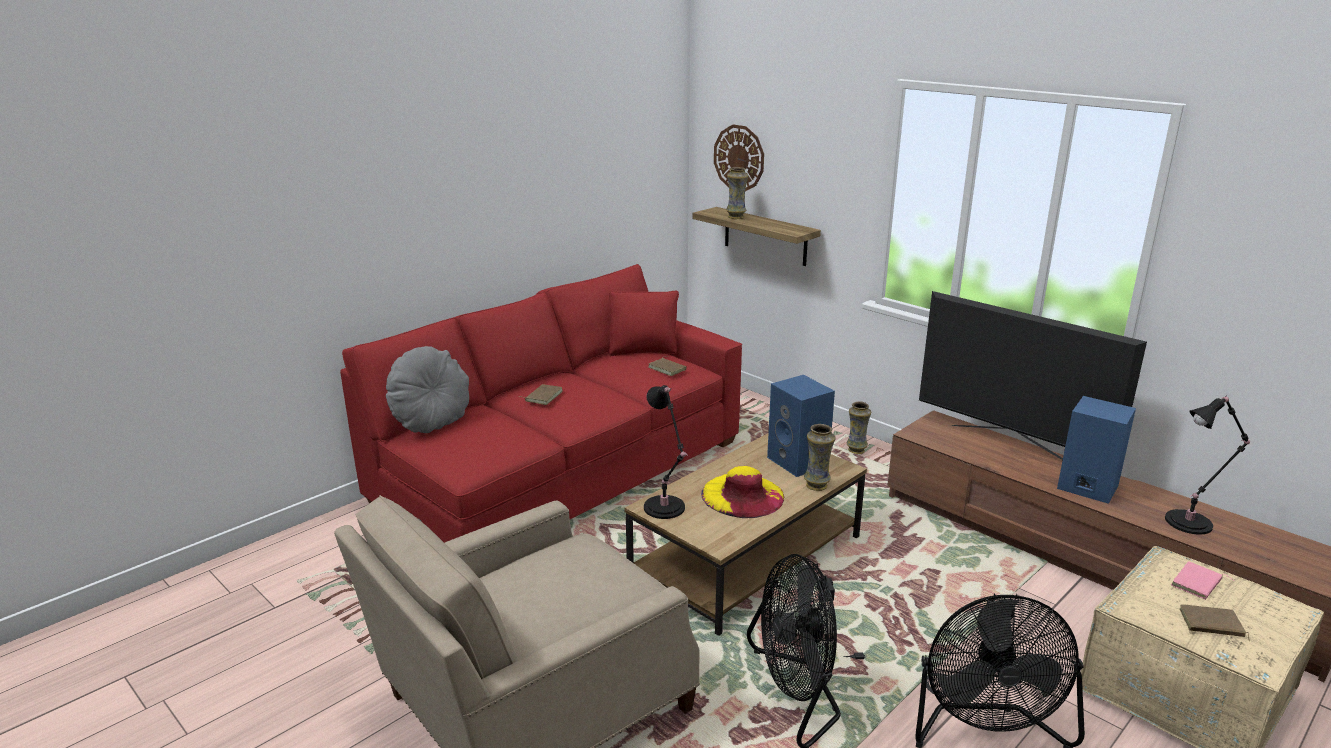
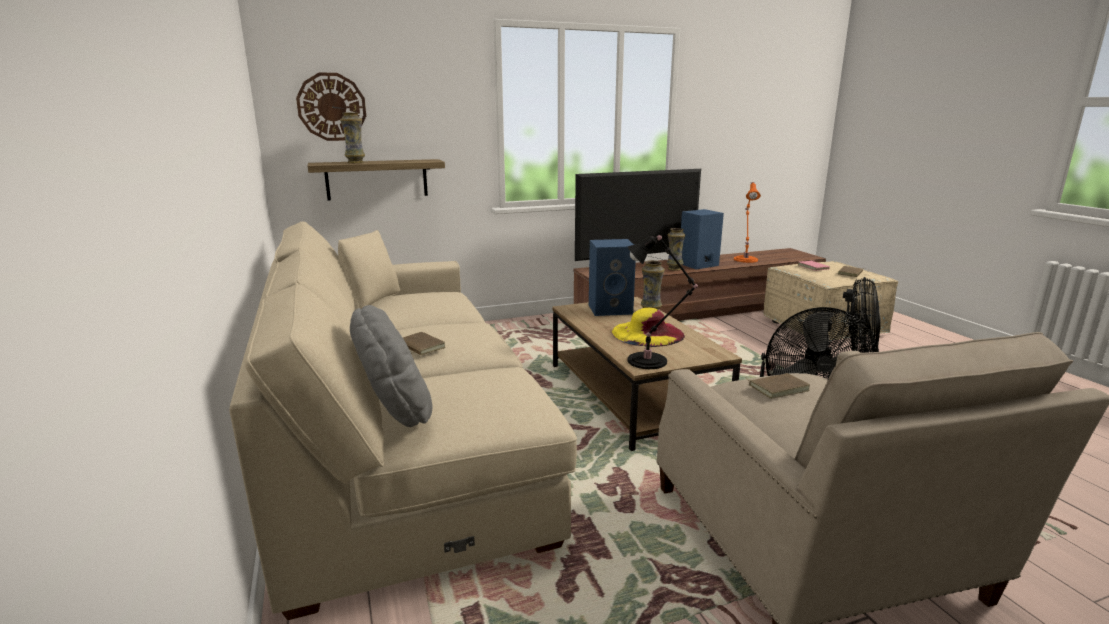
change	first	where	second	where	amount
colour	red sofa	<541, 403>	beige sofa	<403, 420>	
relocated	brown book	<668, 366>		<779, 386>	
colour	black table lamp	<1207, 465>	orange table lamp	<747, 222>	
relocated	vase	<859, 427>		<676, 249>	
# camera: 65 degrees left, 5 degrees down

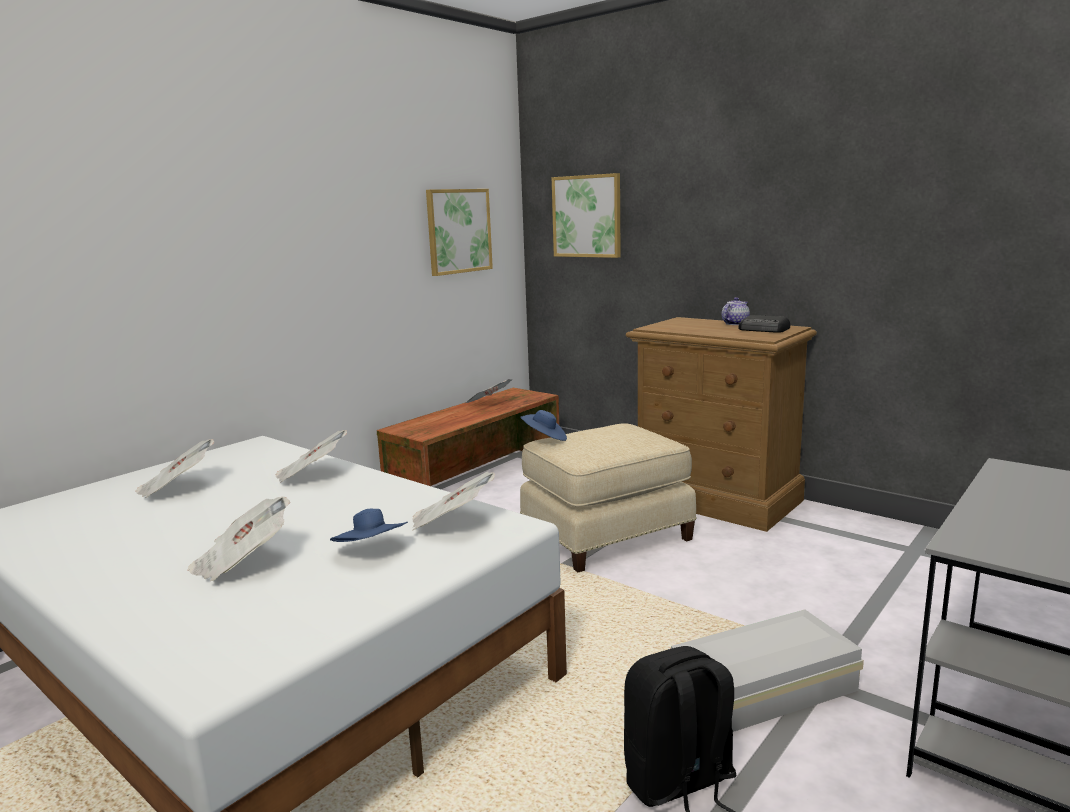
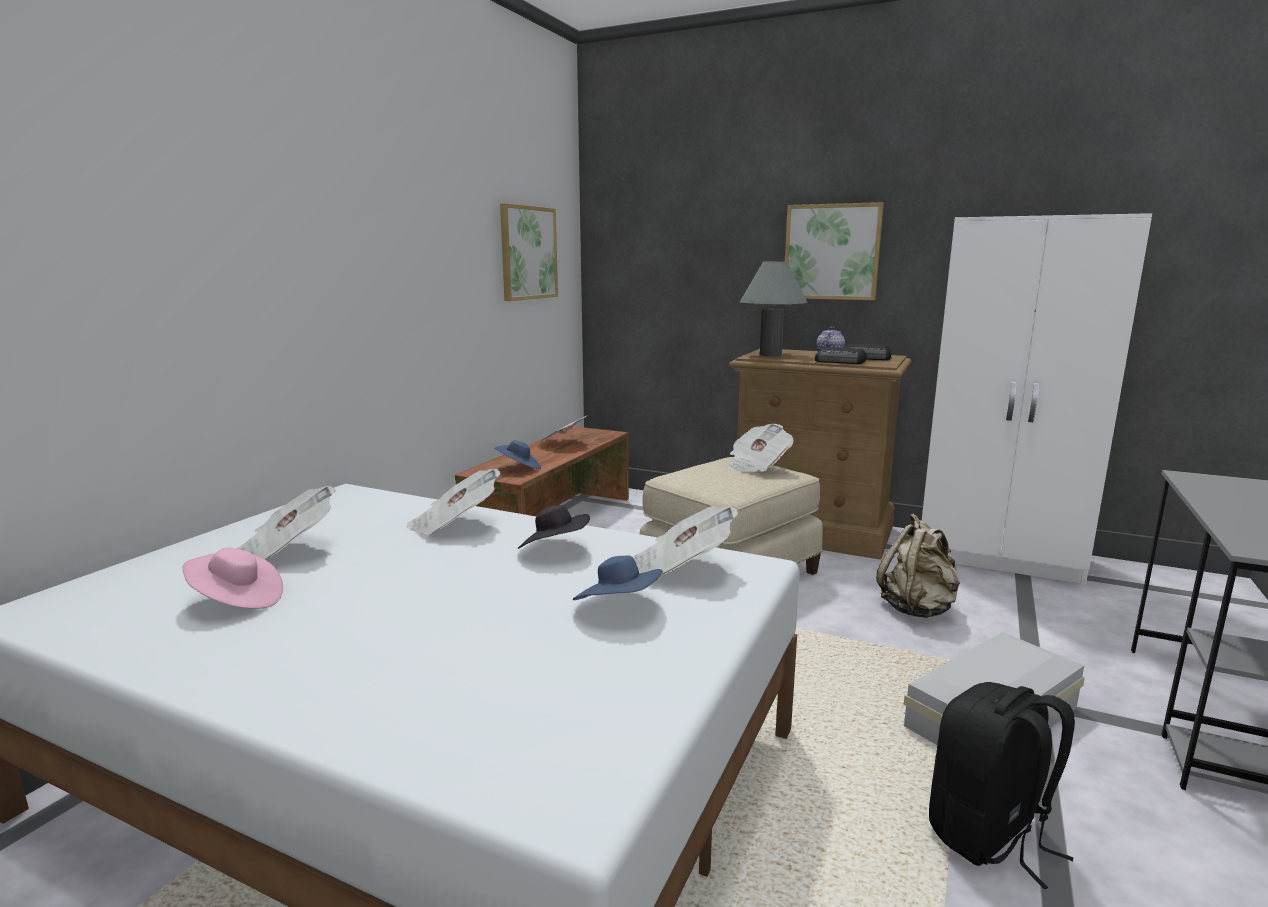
change	first	where	second	where	amount
relocated	picture	<586, 215>		<834, 251>	
relocated	blue hat	<543, 425>		<517, 454>	
relocated	newspaper	<239, 539>		<760, 448>	
appeared			white wardrobe	<1037, 399>	
appeared			grey table lamp	<773, 308>	
appeared			radio	<840, 355>	
appeared			black hat	<554, 527>	
appeared			beige backpack	<918, 566>	
appeared			pink hat	<233, 578>	
# camera: 15 degrees left, 0 degrees up

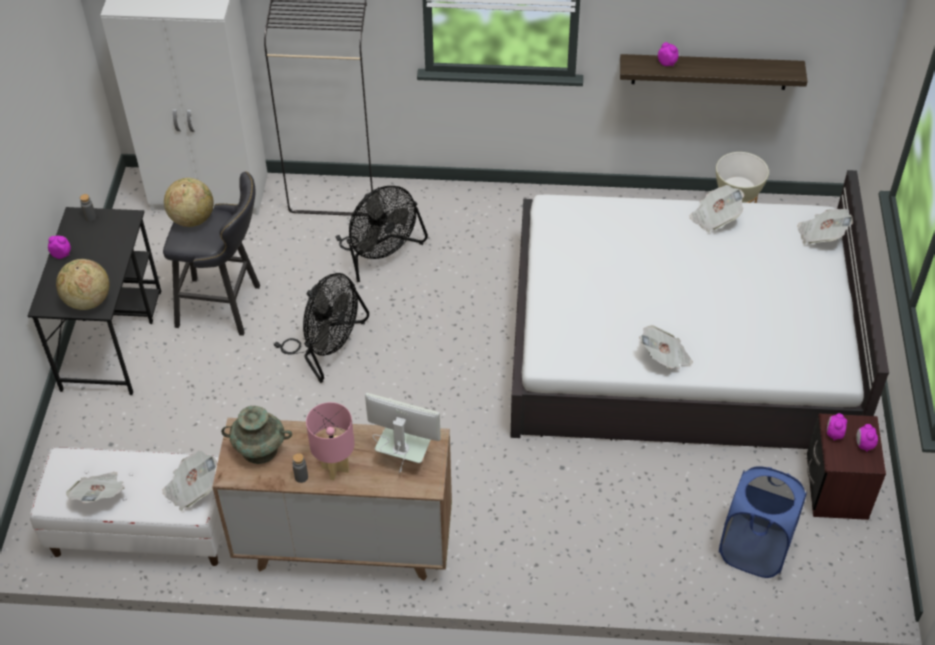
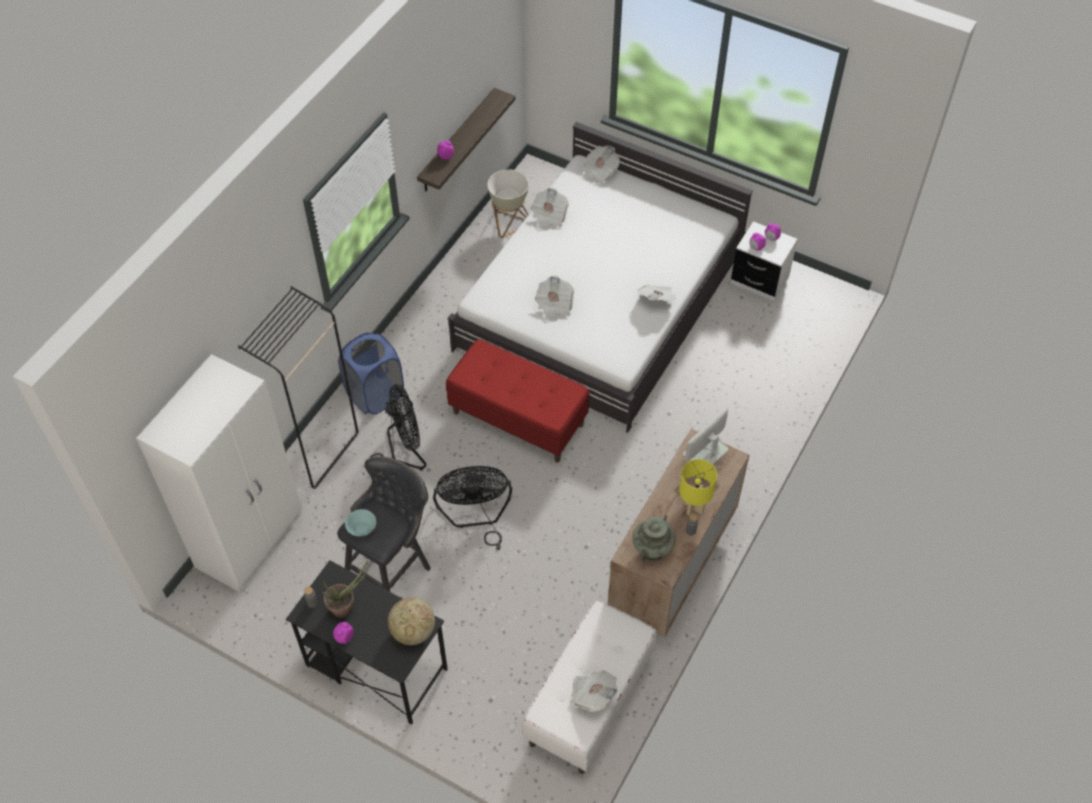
change	first	where	second	where	amount
exchanged	globe	<188, 202>	turquoise bowl	<360, 522>	
spun	black fan	<321, 328>		<472, 508>	60 degrees counterclockwise
colour	pink table lamp	<330, 441>	yellow table lamp	<698, 487>	
colour	brown nightstand	<846, 467>	white nightstand	<764, 261>	
relocated	newspaper	<190, 481>		<554, 299>	
relocated	blue laundry basket	<763, 522>		<371, 374>	
appeared			red bench	<518, 401>	
appeared			potted plant	<345, 589>	
# camera: 65 degrees left, 5 degrees up

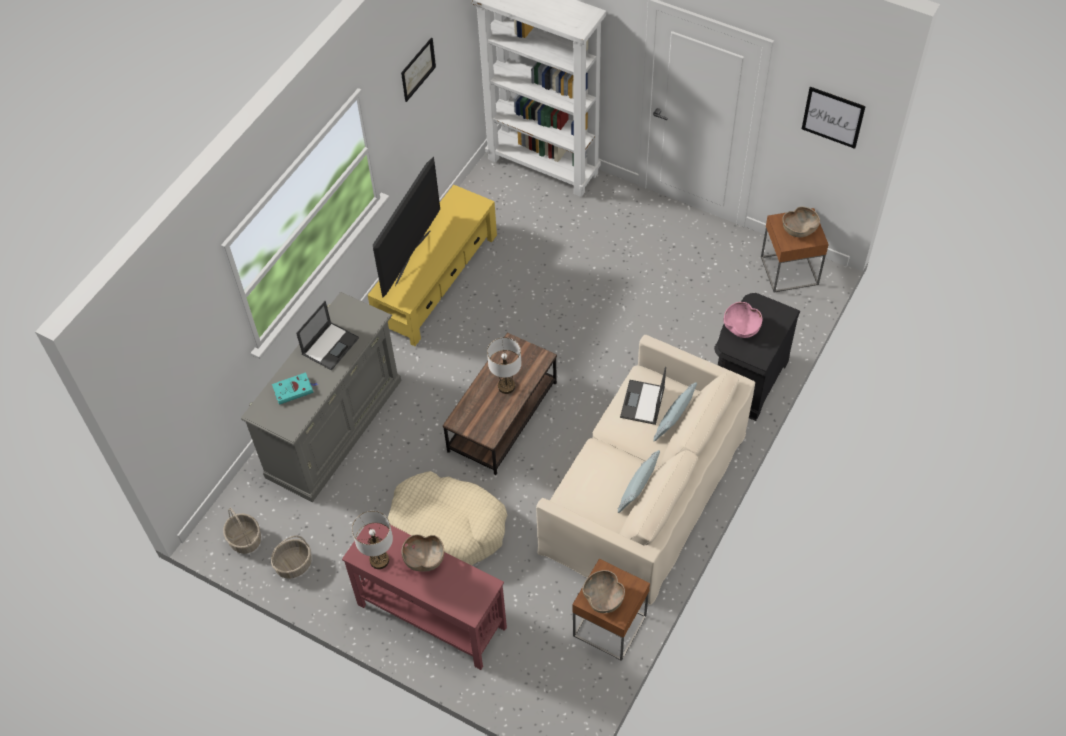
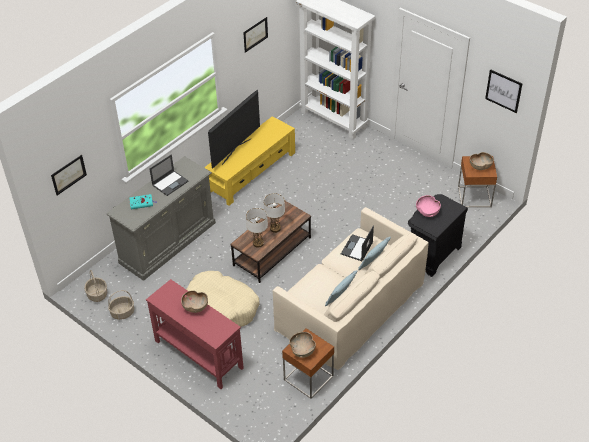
change	first	where	second	where	amount
relocated	table lamp	<372, 540>		<257, 227>	
appeared			picture	<69, 175>	
# camera: 10 degrees right, 10 degrees down

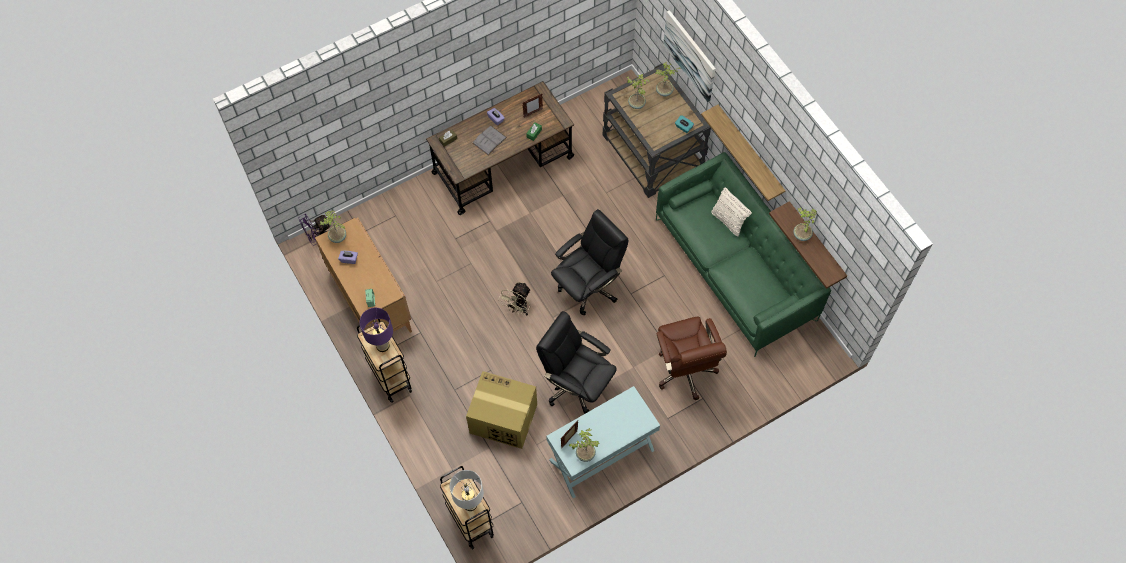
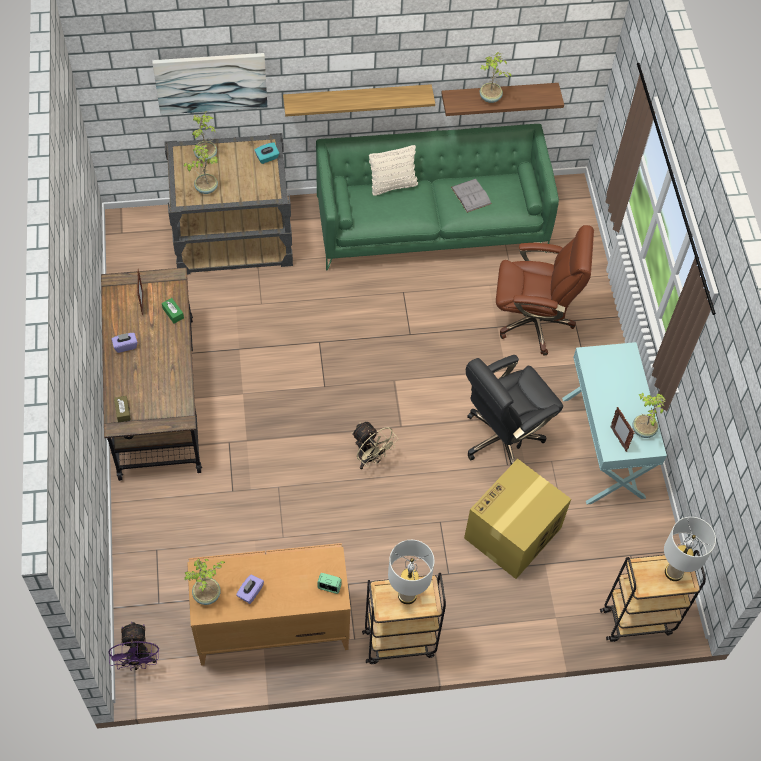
change	first	where	second	where	amount
relocated	grey book	<489, 140>		<471, 196>	
missing	black office chair	<590, 262>			
colour	purple table lamp	<376, 330>	white table lamp	<411, 572>	
# camera: 70 degrees left, 5 degrees down

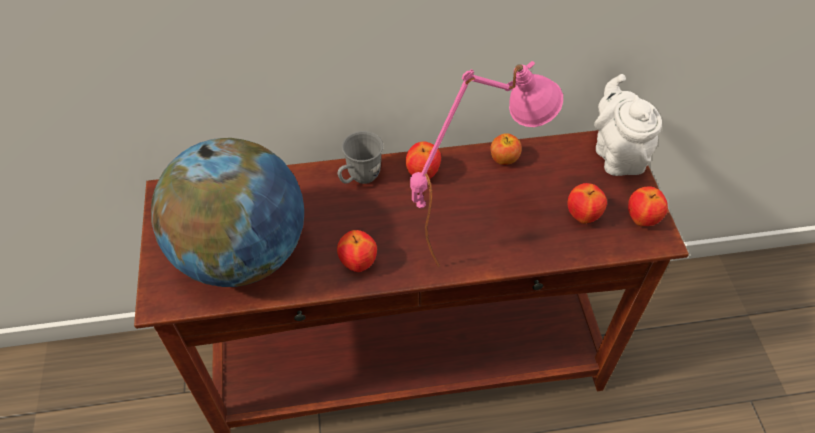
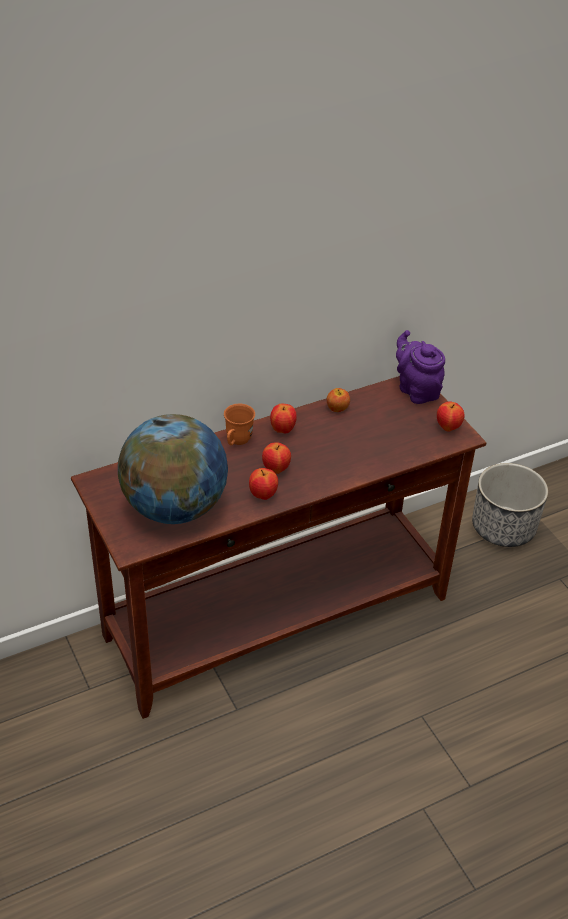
change	first	where	second	where	amount
missing	pink table lamp	<486, 164>			
colour	white teapot	<628, 125>	purple teapot	<420, 367>	
colour	grey mug	<360, 157>	orange mug	<239, 424>	
relocated	apple	<587, 203>		<276, 458>	
appeared			planter	<510, 505>	
# camera: 20 degrees left, 10 degrees down

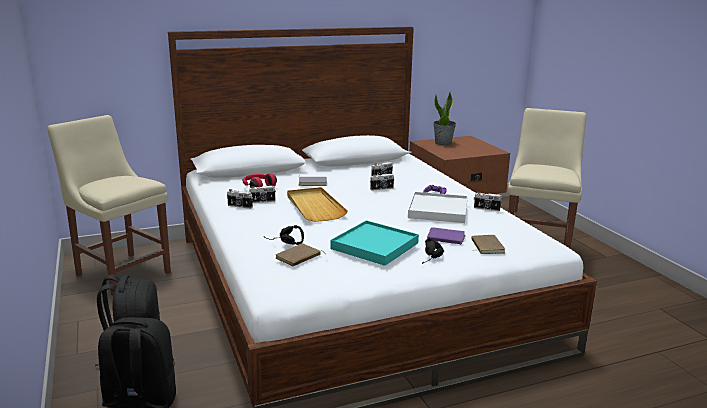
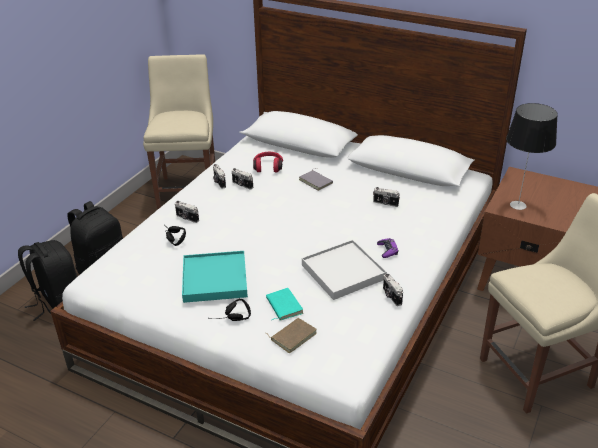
change	first	where	second	where	amount
missing	potted plant	<444, 118>			
relocated	photo camera	<382, 182>		<187, 212>	
missing	beige tray	<317, 204>			
colour	purple book	<446, 236>	turquoise book	<284, 304>	
missing	brown book	<301, 255>			
appeared			table lamp	<532, 156>	
# camera: 50 degrees right, 15 degrees up

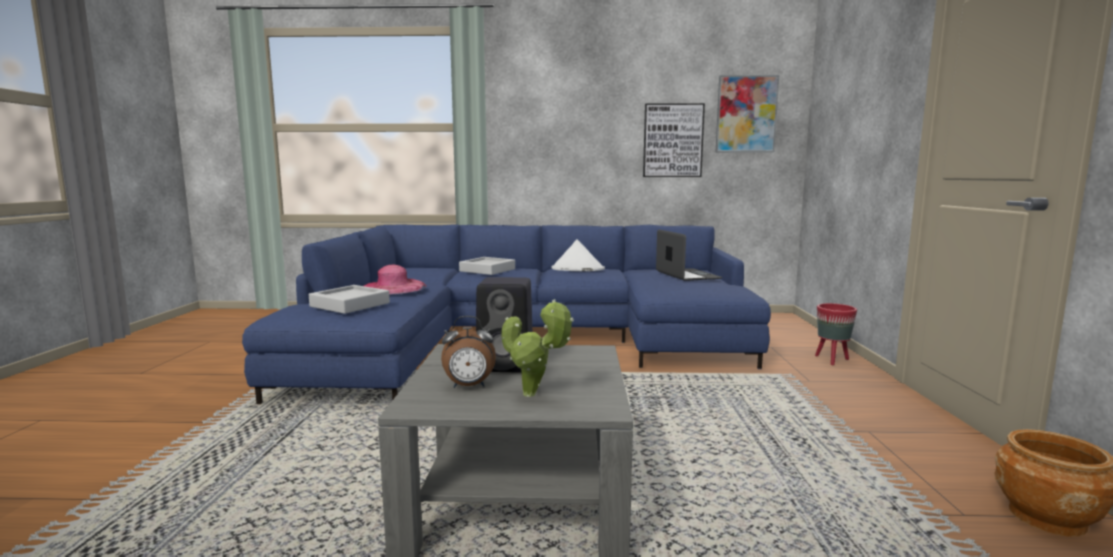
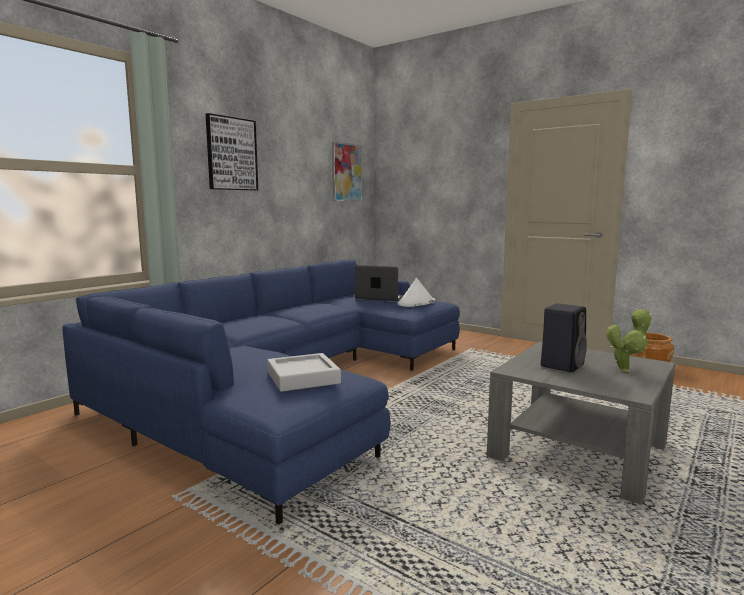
change	first	where	second	where	amount
relocated	picture	<674, 140>		<232, 152>	
relocated	white hat	<578, 255>		<416, 292>	
missing	grey tray	<487, 266>			
missing	pink hat	<395, 279>			
missing	red planter	<836, 334>			
missing	alarm clock	<468, 352>			
# camera: 55 degrees left, 0 degrees up

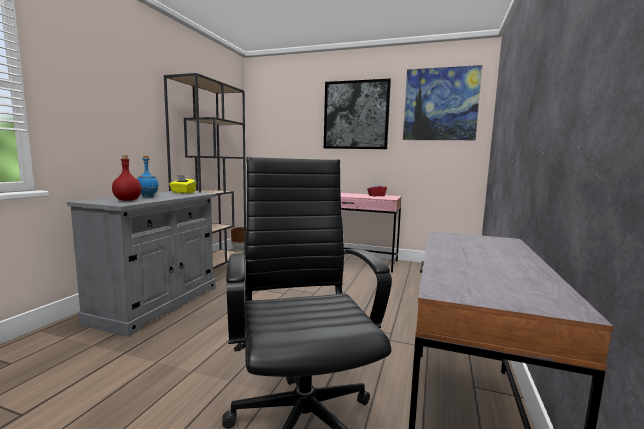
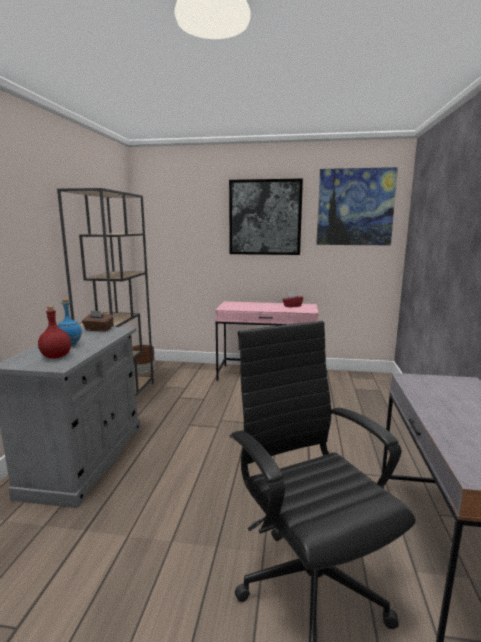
change	first	where	second	where	amount
colour	yellow tissue box	<182, 184>	brown tissue box	<97, 321>	
# camera: 10 degrees left, 5 degrees up

